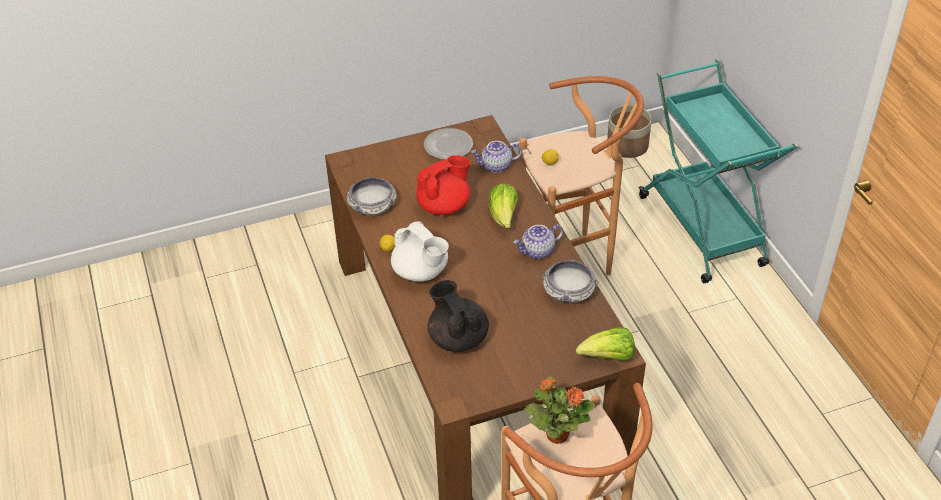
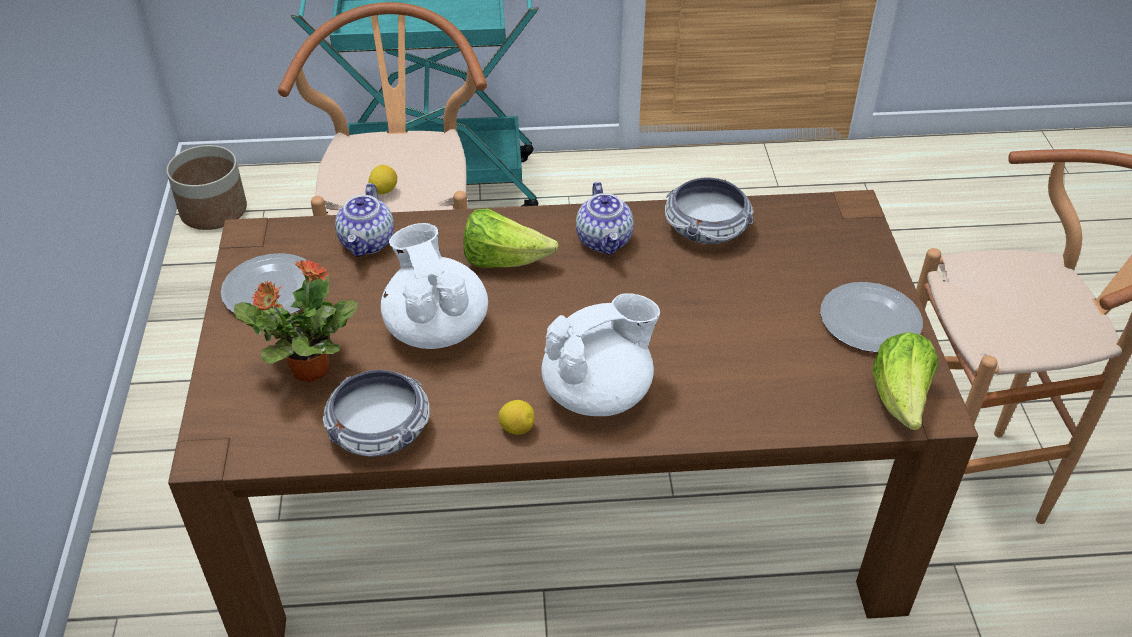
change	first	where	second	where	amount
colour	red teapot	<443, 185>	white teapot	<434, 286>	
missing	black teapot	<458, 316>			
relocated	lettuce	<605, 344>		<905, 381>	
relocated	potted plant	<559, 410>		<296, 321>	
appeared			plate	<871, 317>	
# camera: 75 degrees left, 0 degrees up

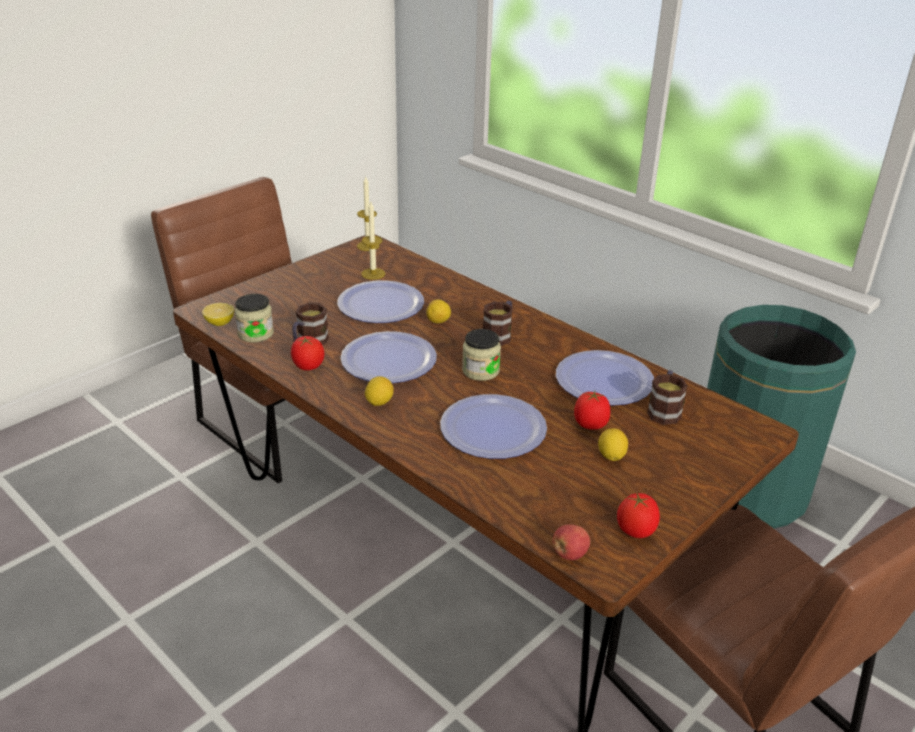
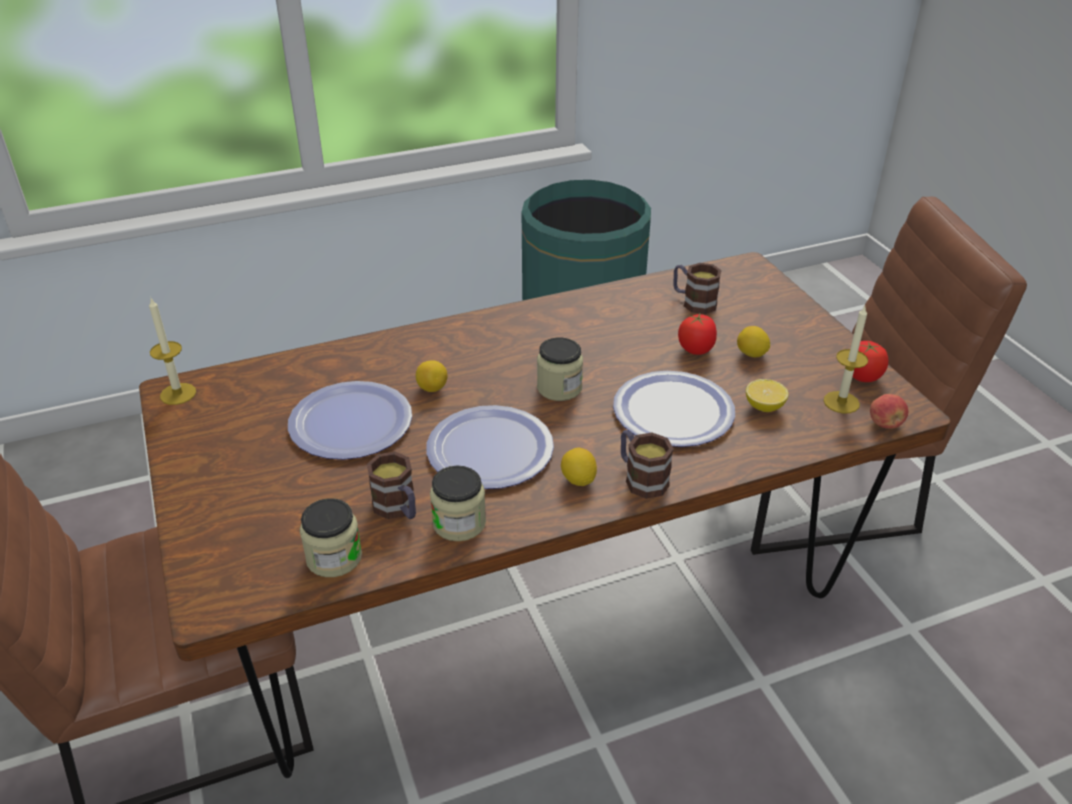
change	first	where	second	where	amount
relocated	candle	<373, 241>		<845, 359>	
relocated	mug	<498, 323>		<647, 464>	
relocated	lemon	<218, 314>		<767, 395>	
exchanged	tomato	<307, 353>	jar	<458, 503>	
missing	plate	<605, 378>			
# camera: 65 degrees left, 5 degrees up

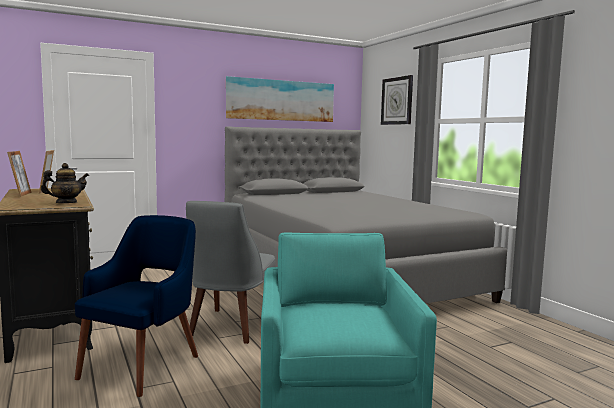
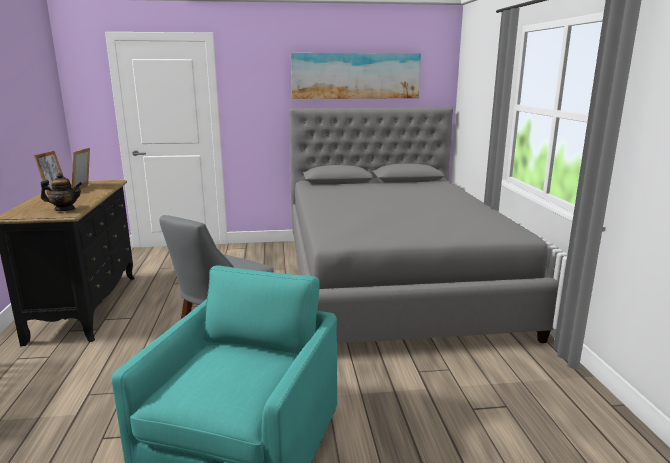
change	first	where	second	where	amount
missing	wall clock	<397, 100>			
missing	blue armchair	<136, 306>			
# camera: 20 degrees right, 10 degrees up

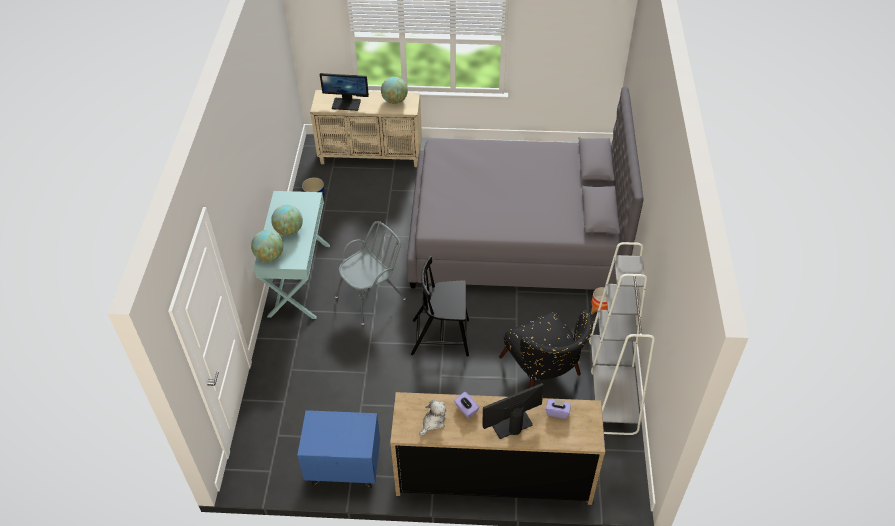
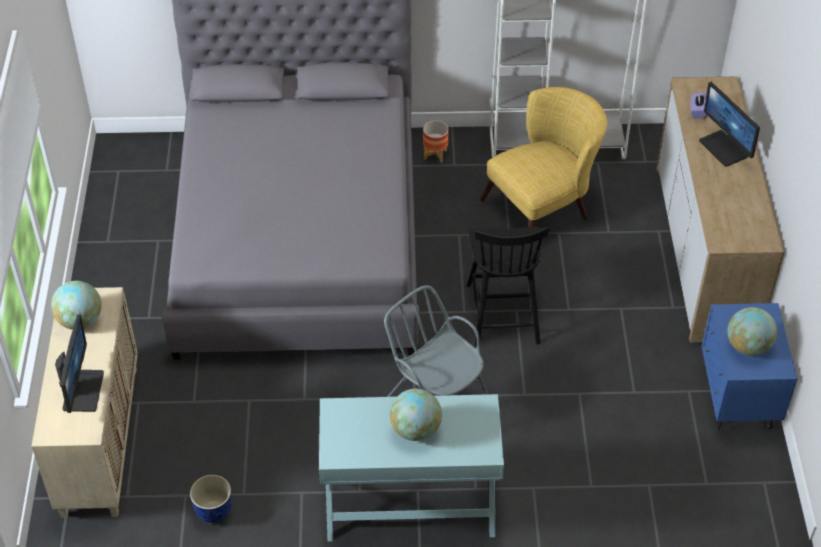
change	first	where	second	where	amount
relocated	globe	<267, 246>		<752, 331>	
colour	black armchair	<546, 348>	yellow armchair	<543, 157>	
missing	purple tissue box	<466, 405>			
missing	plush toy	<432, 418>			
# camera: 95 degrees left, 0 degrees up

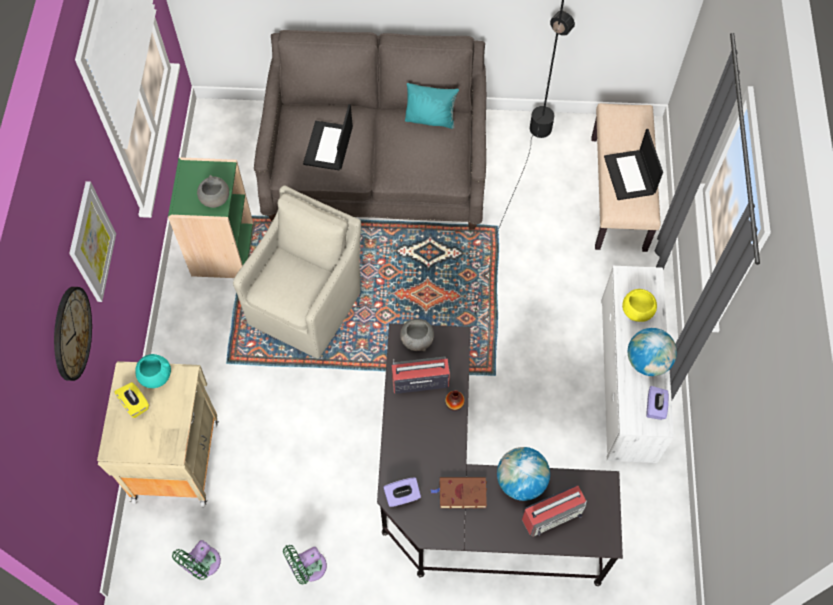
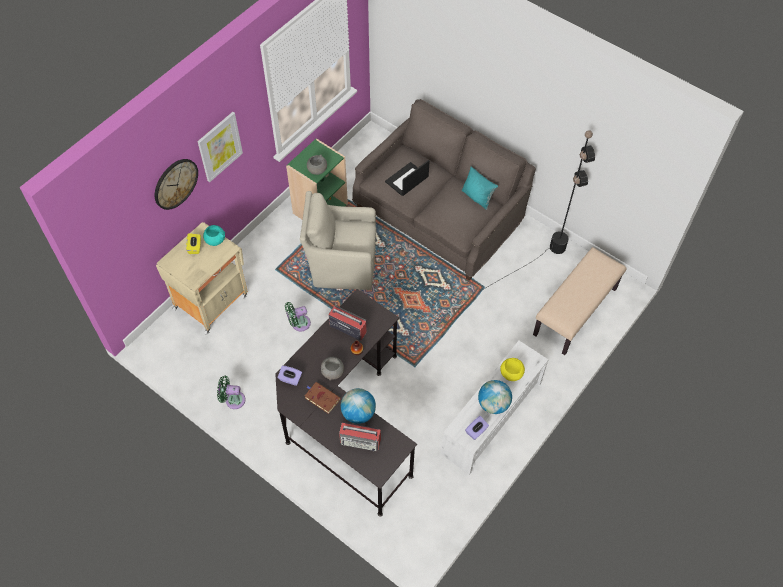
change	first	where	second	where	amount
missing	laptop	<633, 164>			
spun	beige armchair	<297, 272>		<338, 240>	150 degrees counterclockwise
relocated	grey bowl	<417, 335>		<332, 369>	
relocated	green fan	<196, 560>		<298, 316>	
# camera: 35 degrees right, 5 degrees down

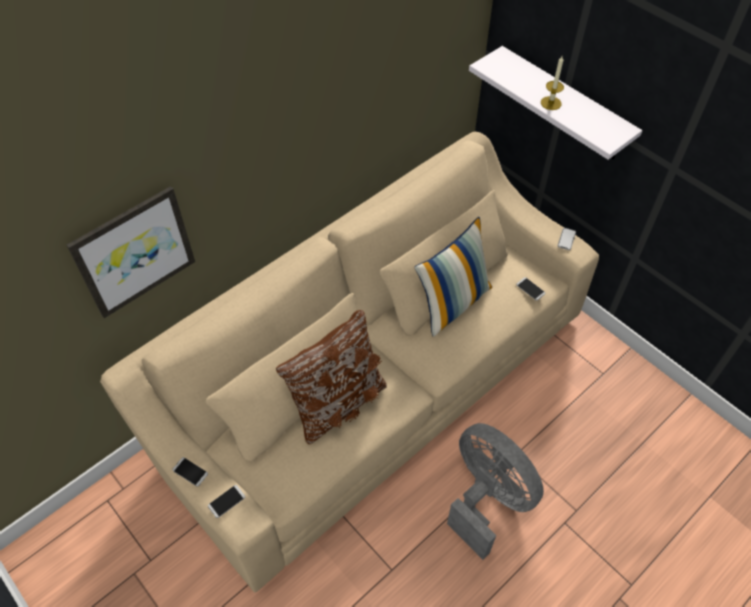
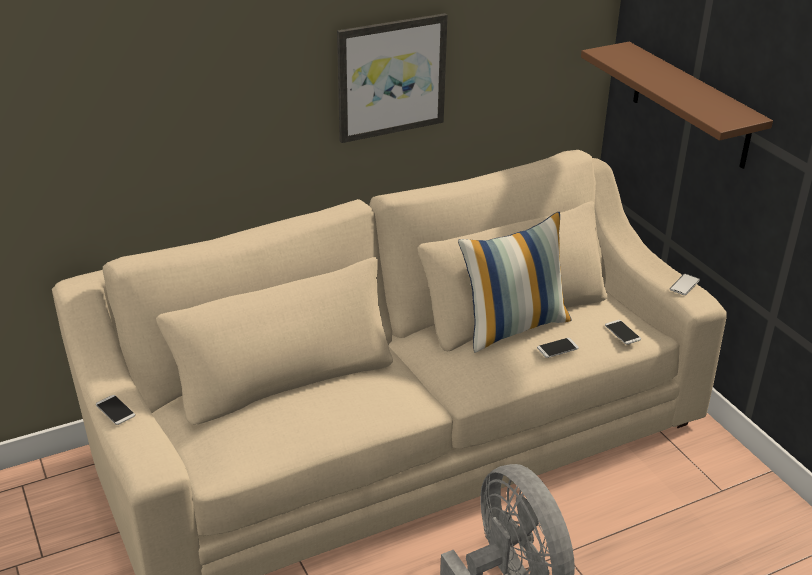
change	first	where	second	where	amount
colour	white shelf	<556, 103>	brown shelf	<677, 105>	
missing	candle	<552, 83>			
relocated	picture	<131, 252>		<392, 78>	
missing	brown pillow	<331, 377>			
relocated	phone	<226, 501>		<558, 348>	
# camera: 15 degrees right, 20 degrees down

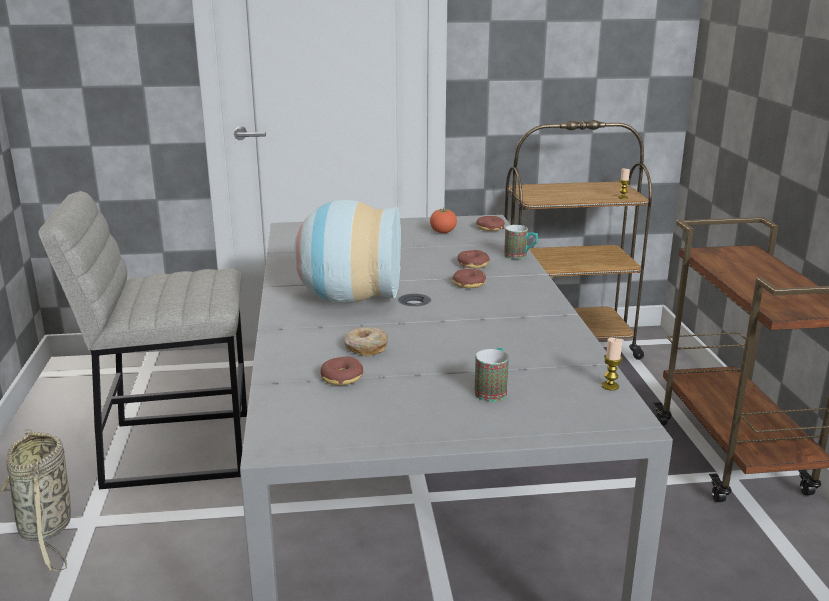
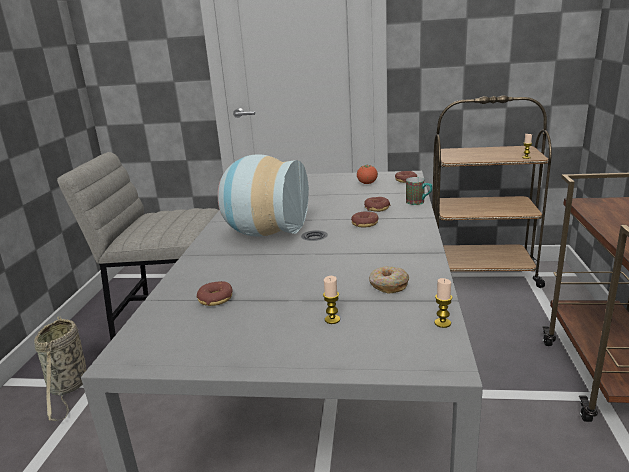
change	first	where	second	where	amount
relocated	donut	<366, 341>		<389, 280>	
exchanged	mug	<491, 375>	candle	<331, 300>	
# camera: 15 degrees right, 0 degrees up

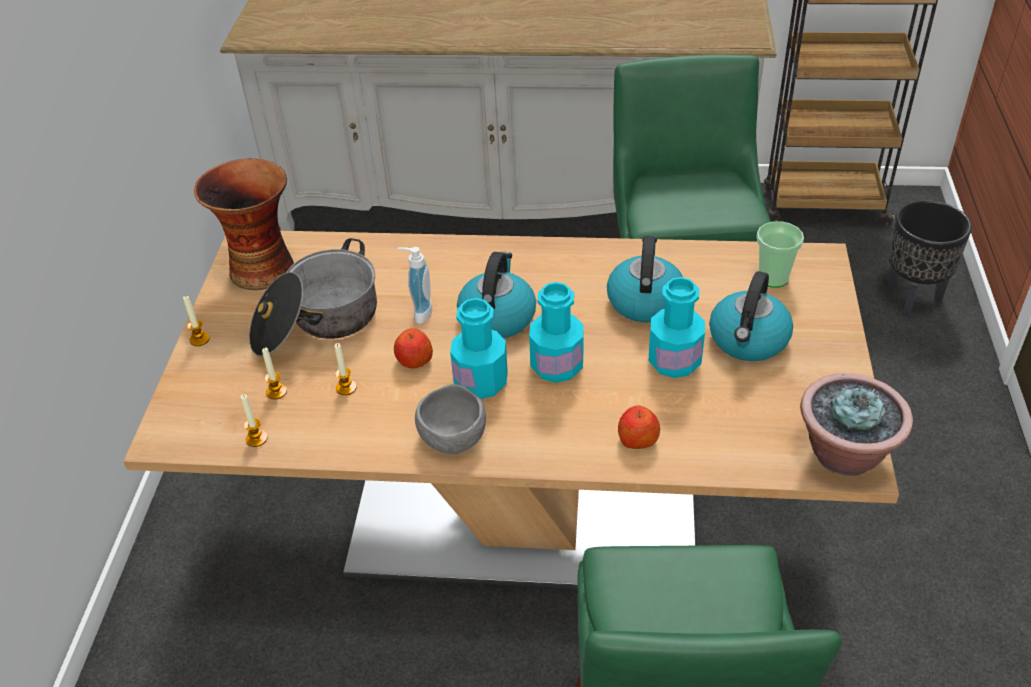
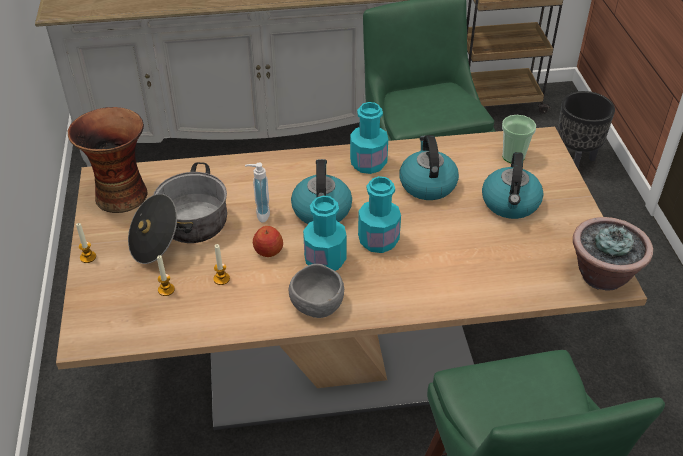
change	first	where	second	where	amount
relocated	turquoise bottle	<677, 327>		<369, 138>	
missing	candle	<254, 420>			
missing	apple	<639, 427>			
# camera: 15 degrees left, 0 degrees up

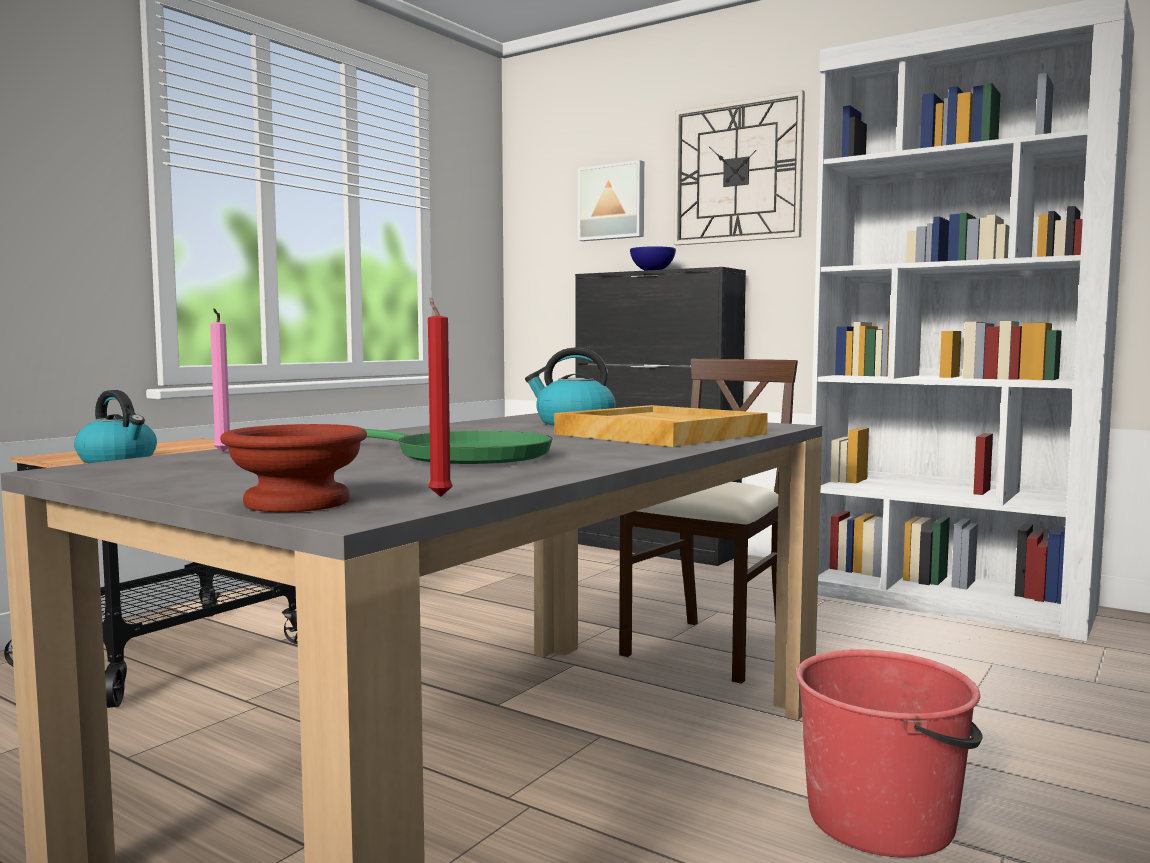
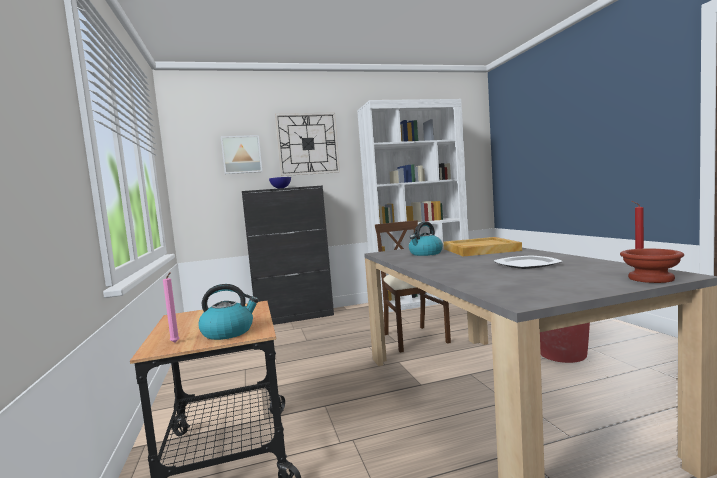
change	first	where	second	where	amount
relocated	pink candle	<220, 380>		<171, 307>	
exchanged	green frying pan	<458, 446>	plate	<528, 262>	
# camera: 50 degrees left, 0 degrees up

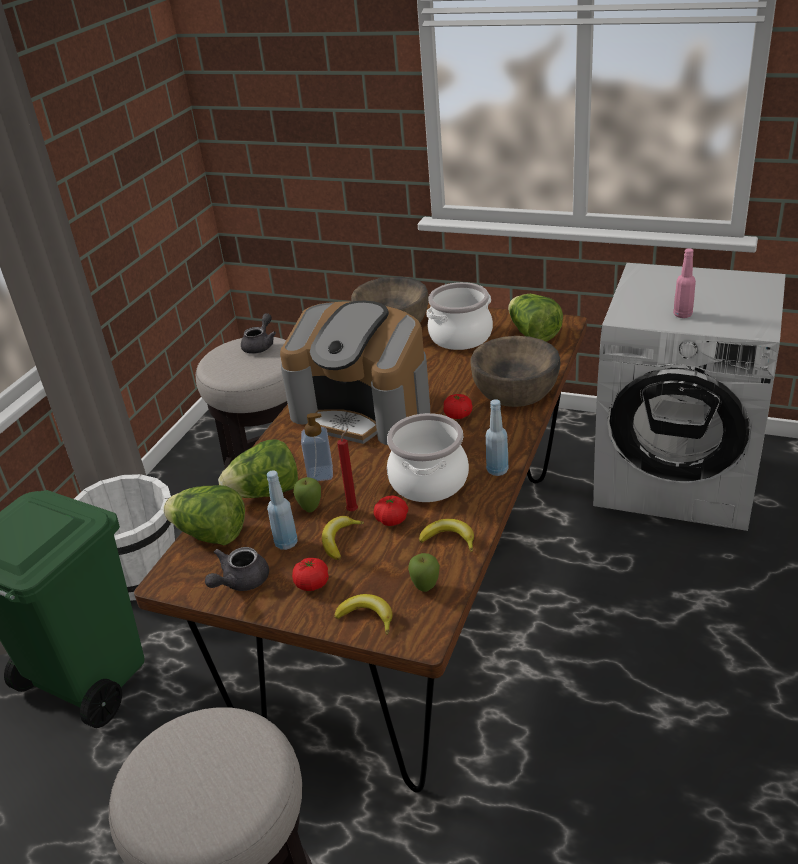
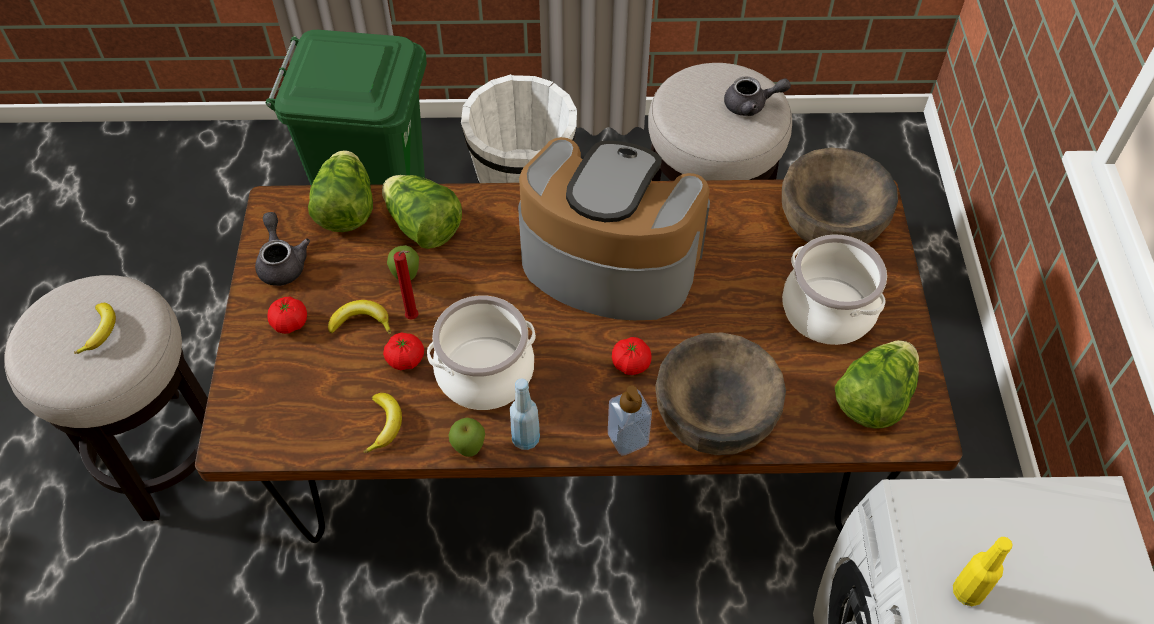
change	first	where	second	where	amount
colour	pink bottle	<684, 283>	yellow bottle	<983, 571>	
spun	coffee machine	<355, 373>		<614, 228>	105 degrees clockwise
relocated	soap dispenser	<317, 447>		<630, 420>	
missing	blue bottle	<282, 510>			
spun	grey teapot	<237, 569>		<282, 249>	60 degrees clockwise
relocated	apple	<424, 572>		<466, 437>	
relocated	banana	<363, 614>		<95, 328>	
# camera: 65 degrees right, 20 degrees up

